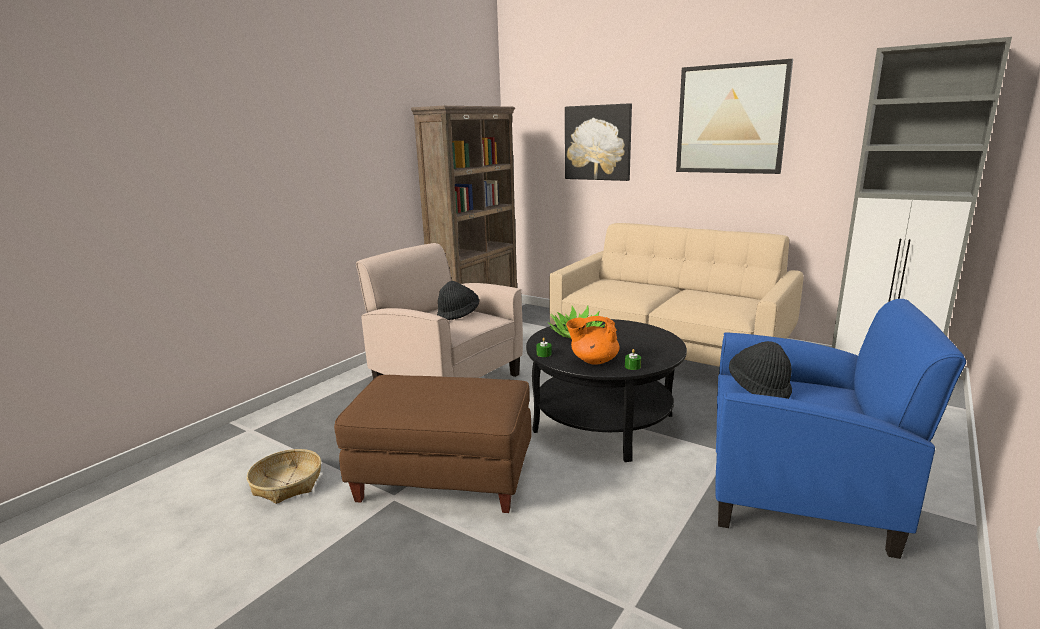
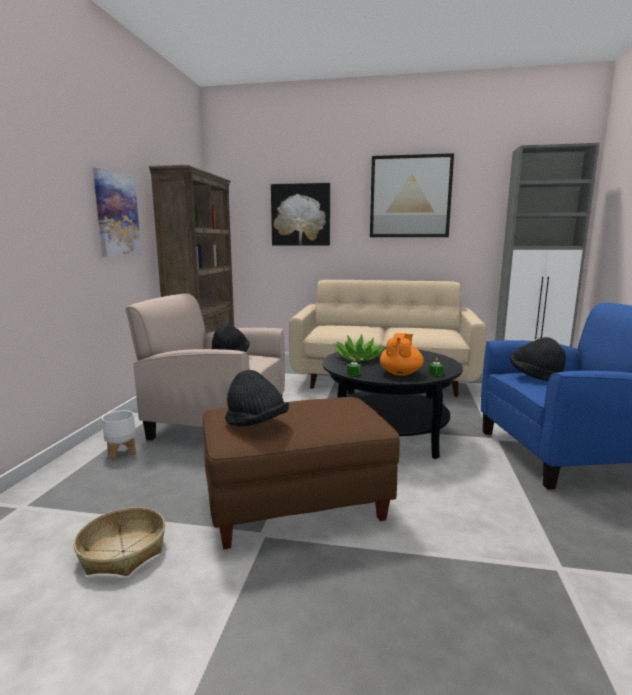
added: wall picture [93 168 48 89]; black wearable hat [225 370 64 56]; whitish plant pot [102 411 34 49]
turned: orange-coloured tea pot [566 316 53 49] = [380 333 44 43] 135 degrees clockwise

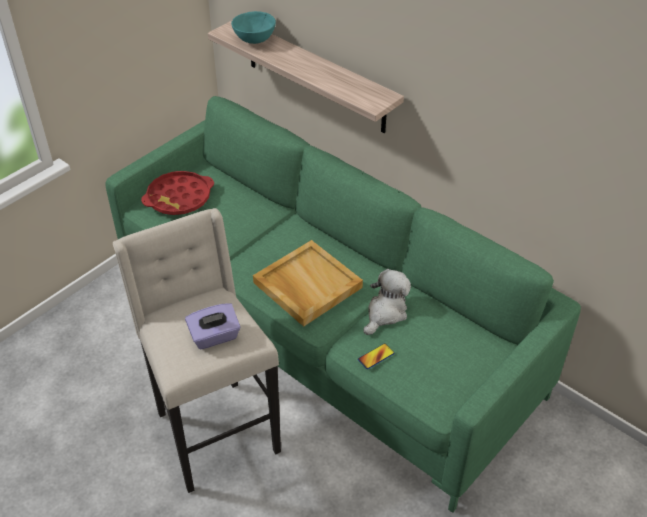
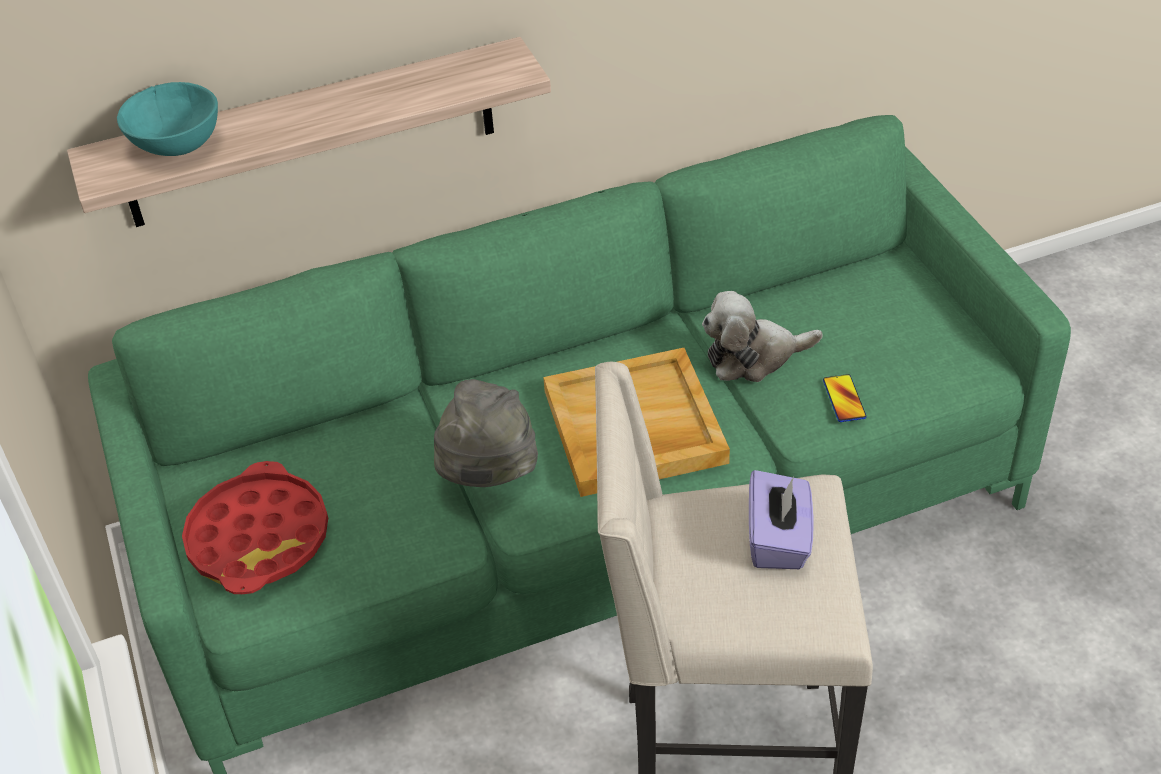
added: gray wearable hat [434 379 104 108]
turned: cuddly toy [364 269 47 66] = [702 291 121 91] 75 degrees counterclockwise

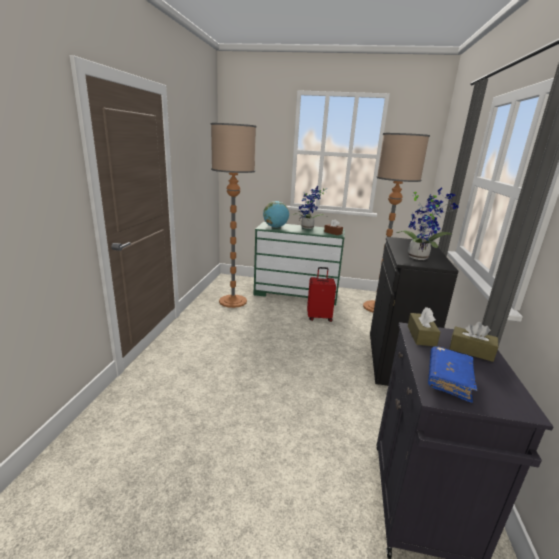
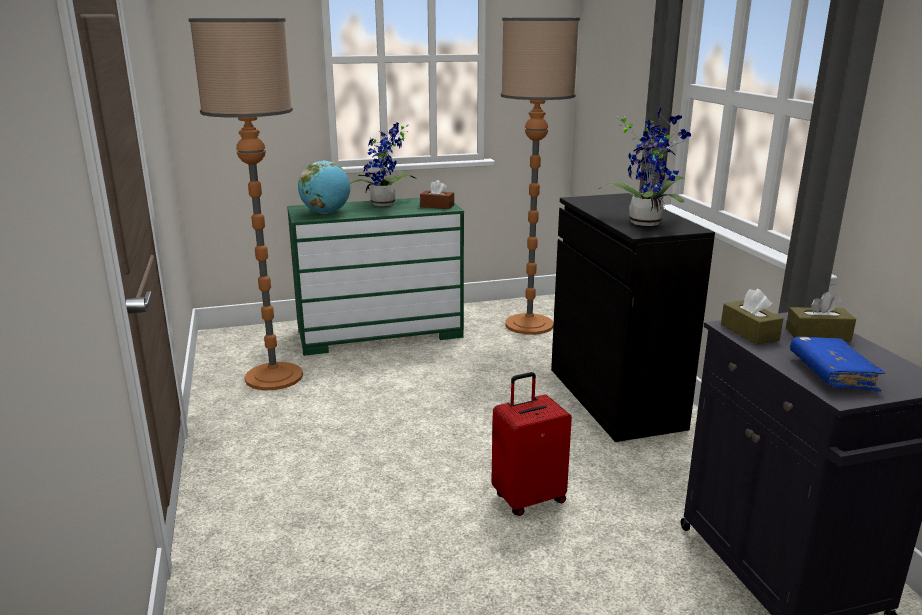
moved: red suitcase [307 267 29 55] to [491 372 81 144]

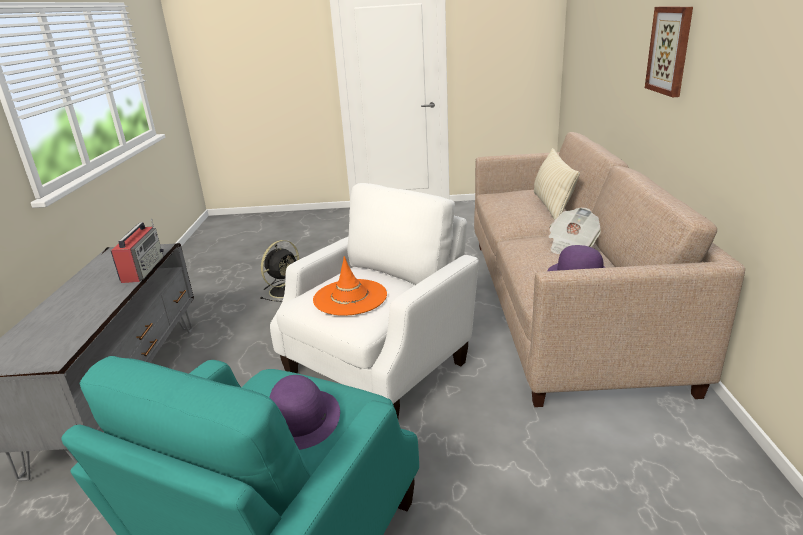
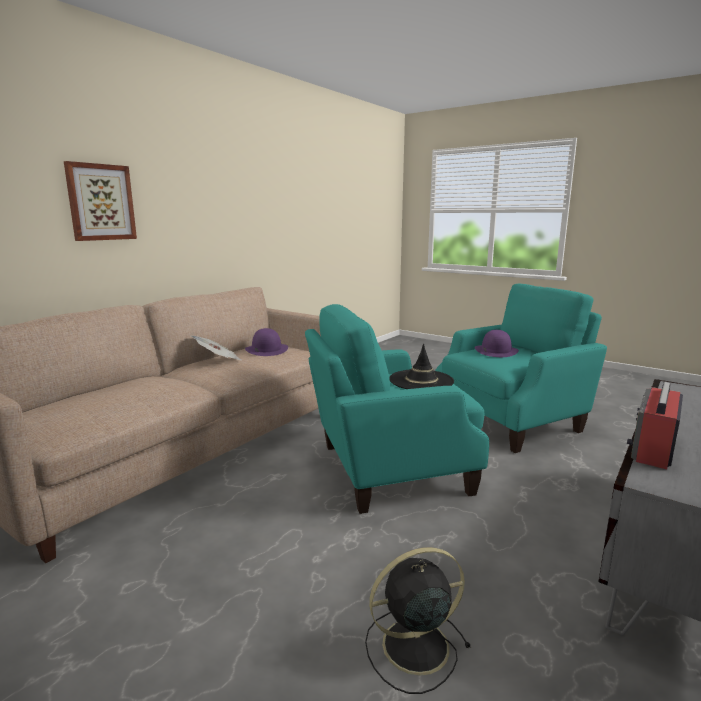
removed: sand-coloured cushion [534 148 46 73]
recoloured: whitish lounge chair [270 183 209 235] to blue-green lounge chair [305 304 184 210]; orange-coloured wearable hat [313 256 74 60] to black wearable hat [389 344 65 45]

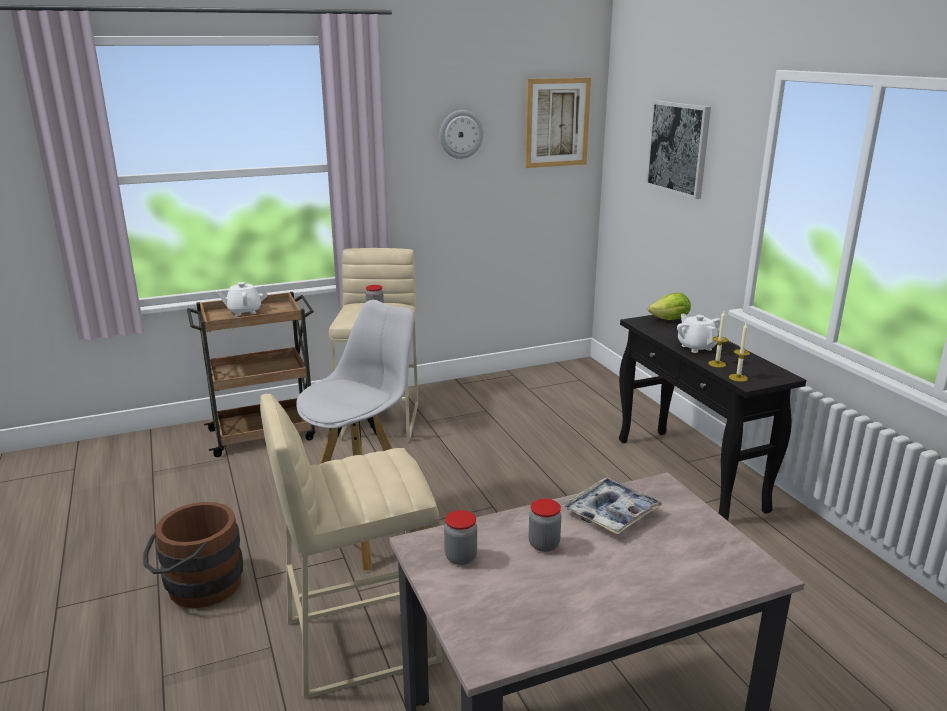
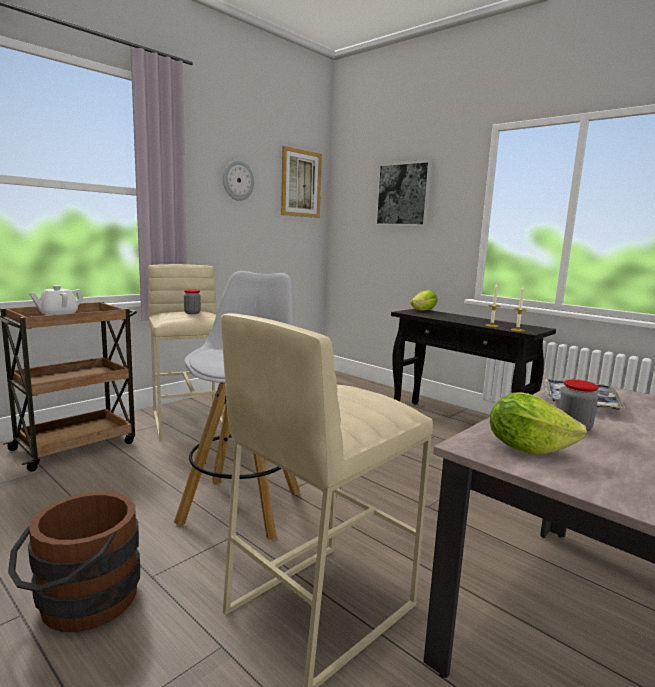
removed: whitish tea pot [677 314 44 39]
replaced: jar [444 510 33 55] to lettuce head [490 392 97 62]

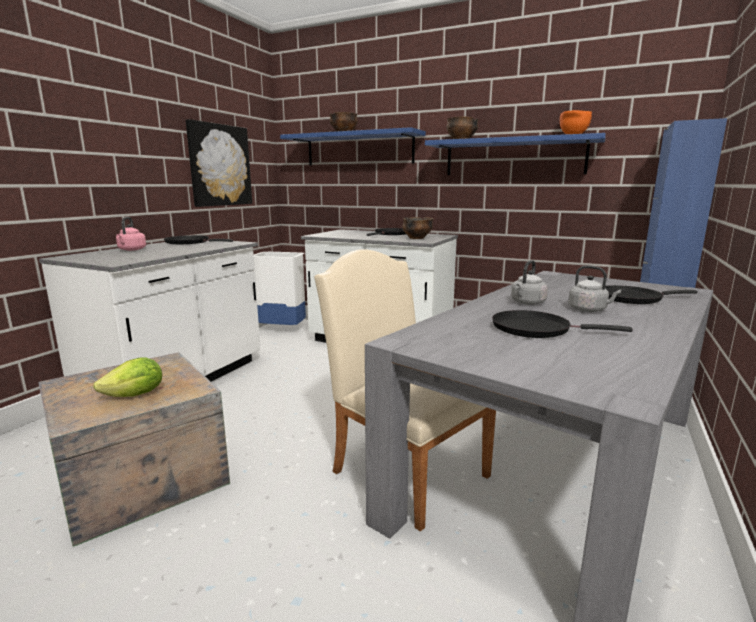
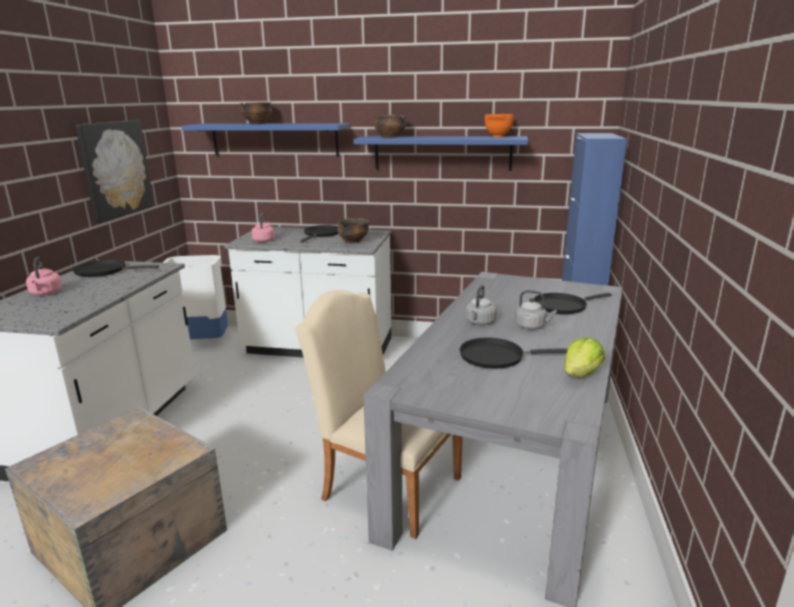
added: pink kettle [251 213 24 29]
moved: lettuce head [93 357 69 40] to [564 337 41 41]

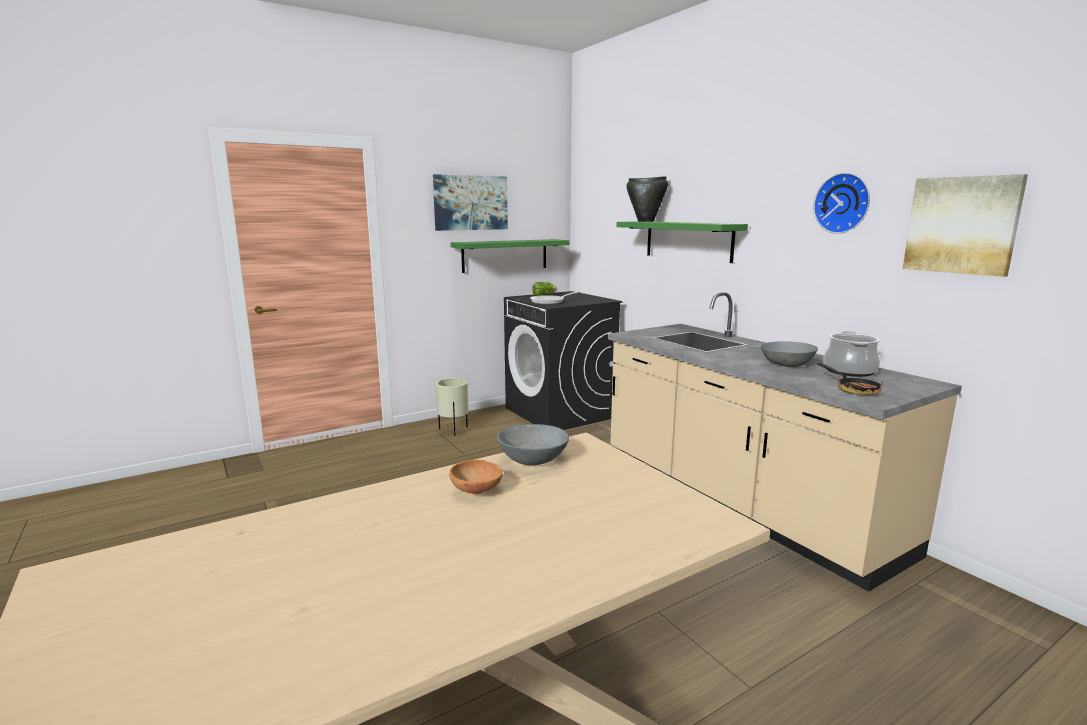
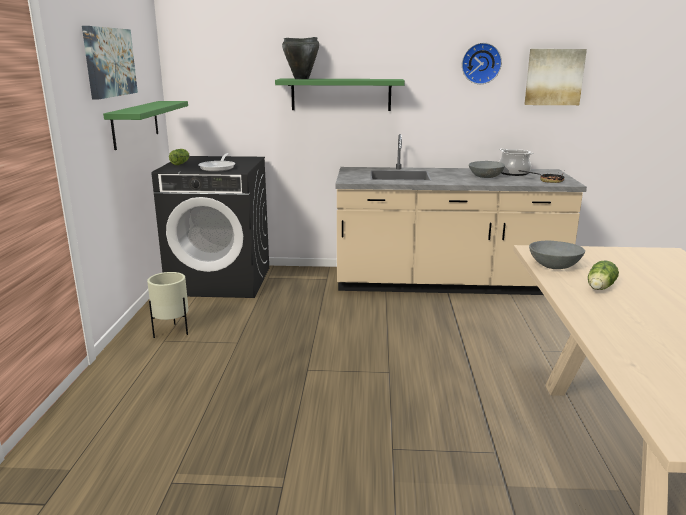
replaced: brown-coloured serving bowl [449 460 54 35] to lettuce head [588 260 31 30]

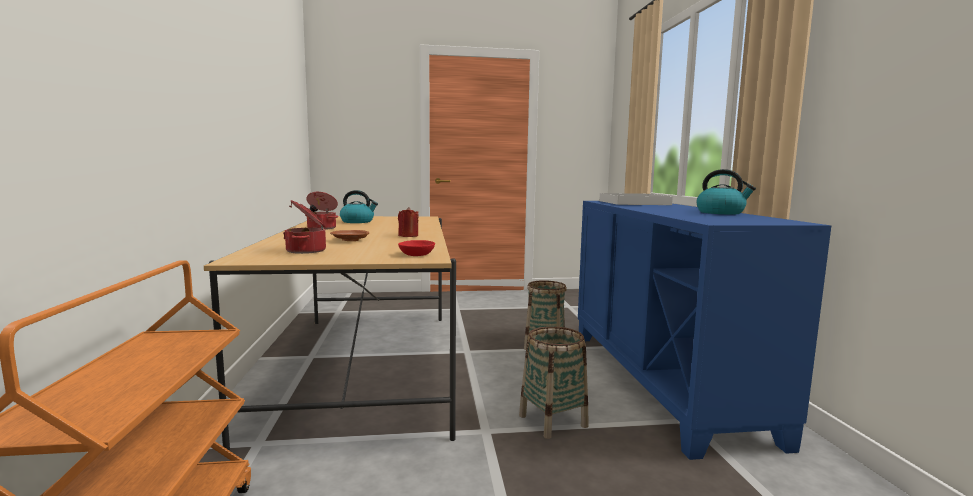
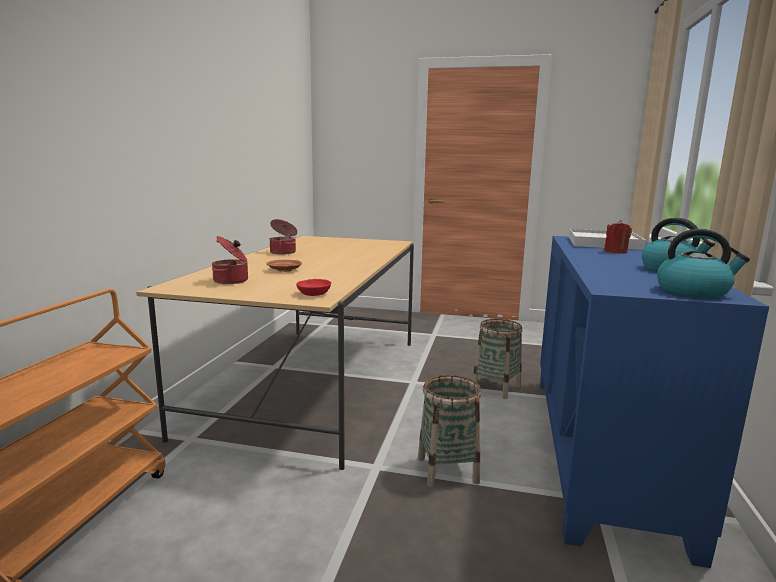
moved: kettle [340 190 38 33] to [657 229 93 69]; red wax candle [398 207 21 30] to [604 220 28 33]

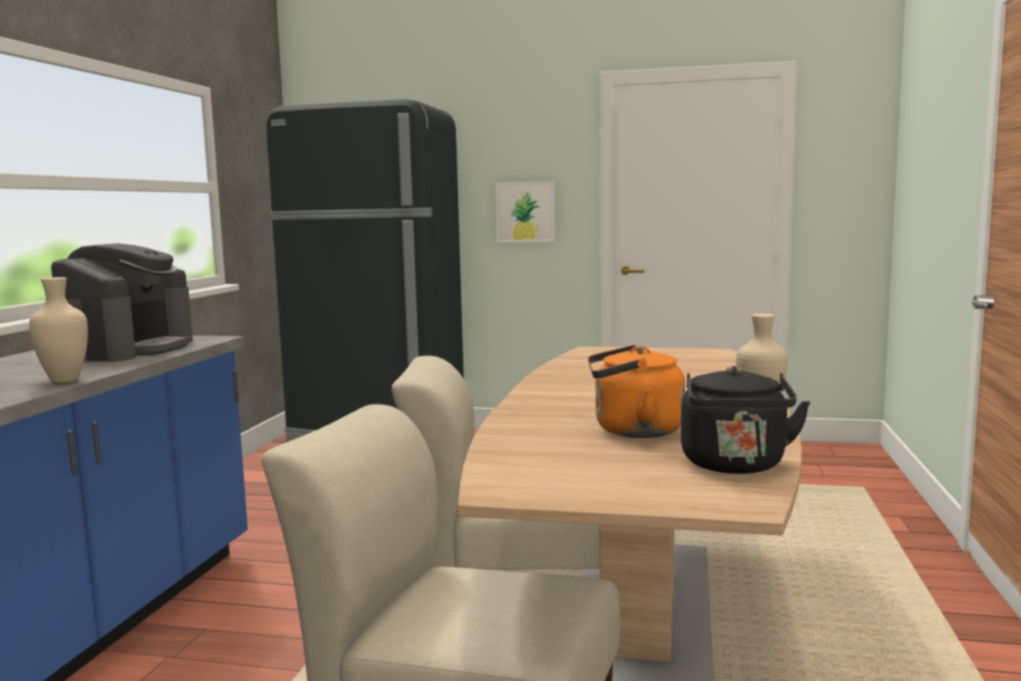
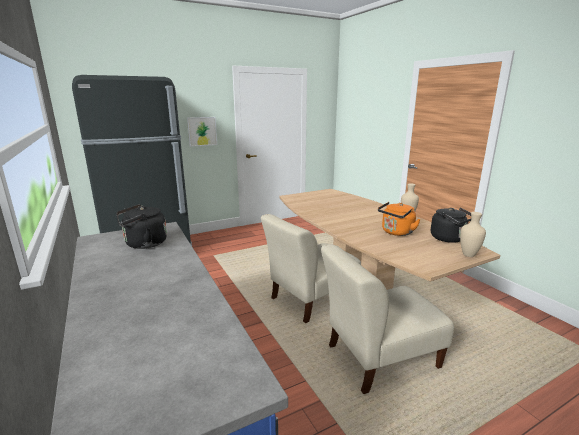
moved: sand-coloured flower vase [29 277 59 106] to [460 212 26 45]
replaced: coffee machine [51 243 142 118] to black kettle [116 204 51 45]

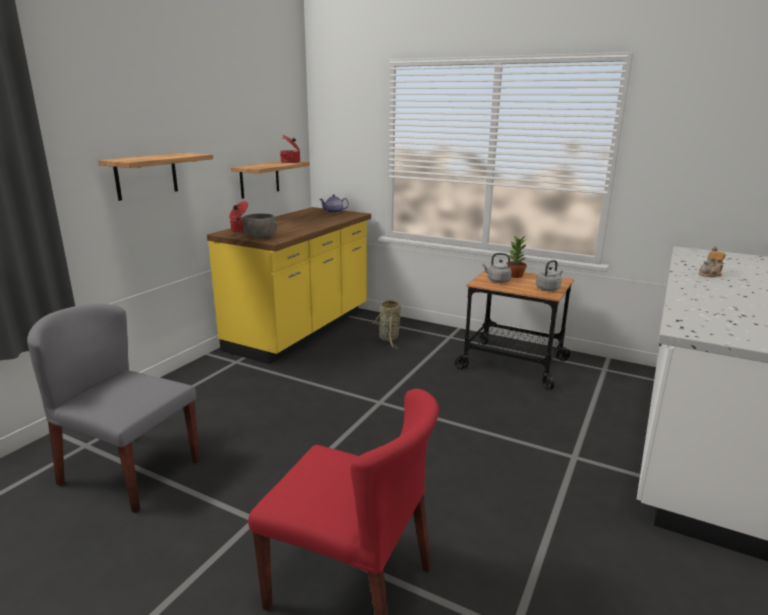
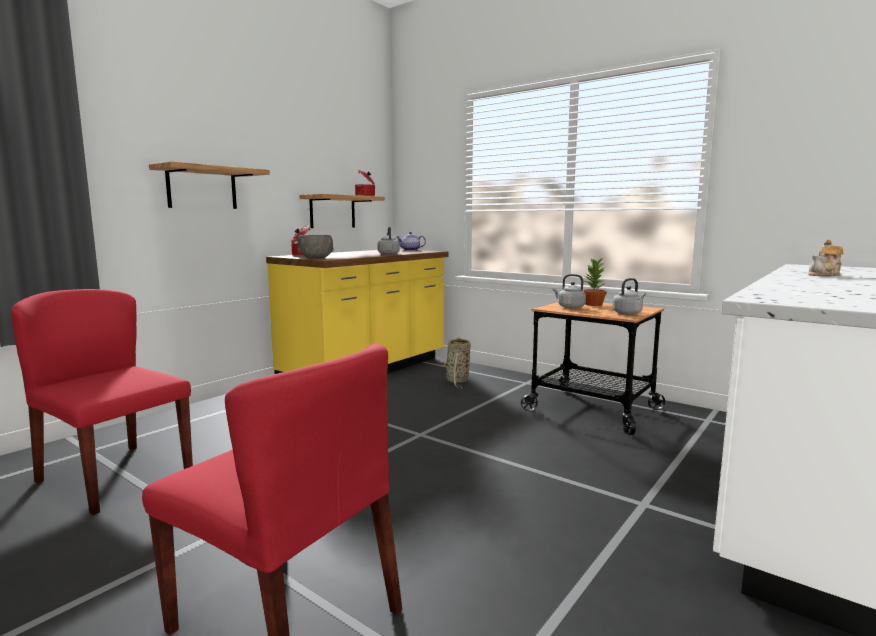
added: gray kettle [378 227 22 28]
recoloured: gray plain chair [27 304 173 209] to red plain chair [11 289 182 226]

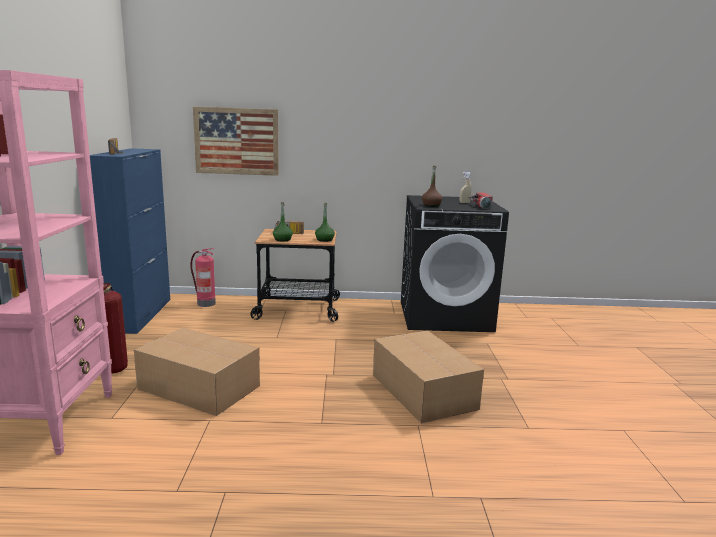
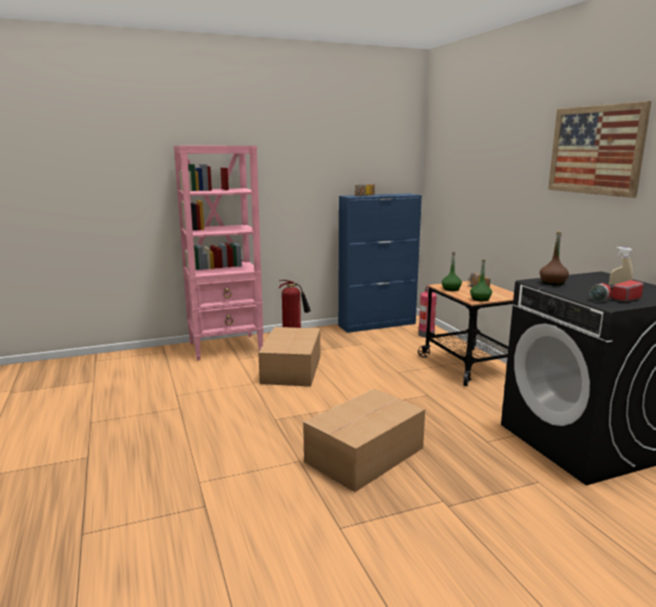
moved: wall picture [193 106 86 70] to [548 101 103 97]

